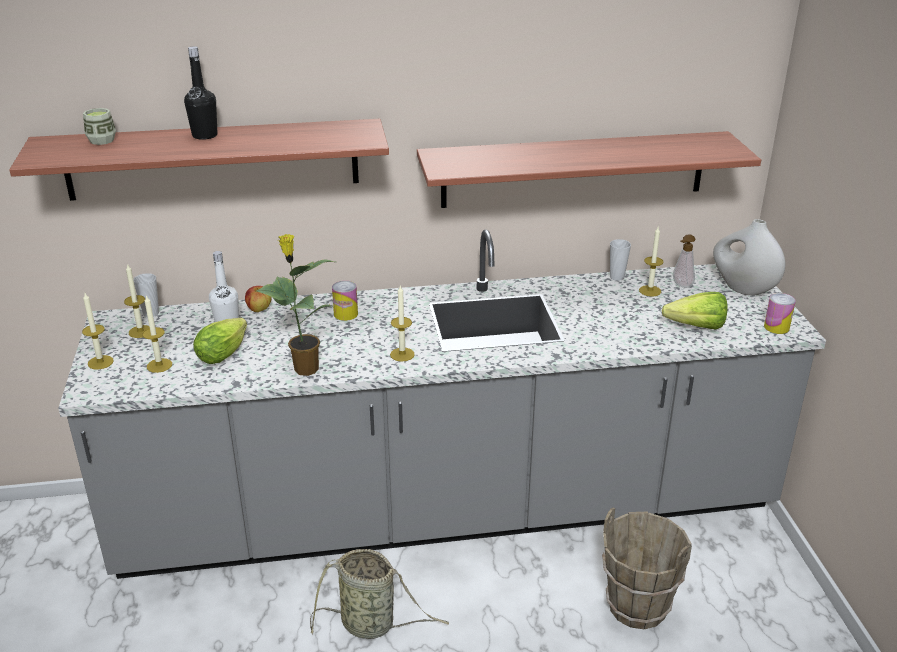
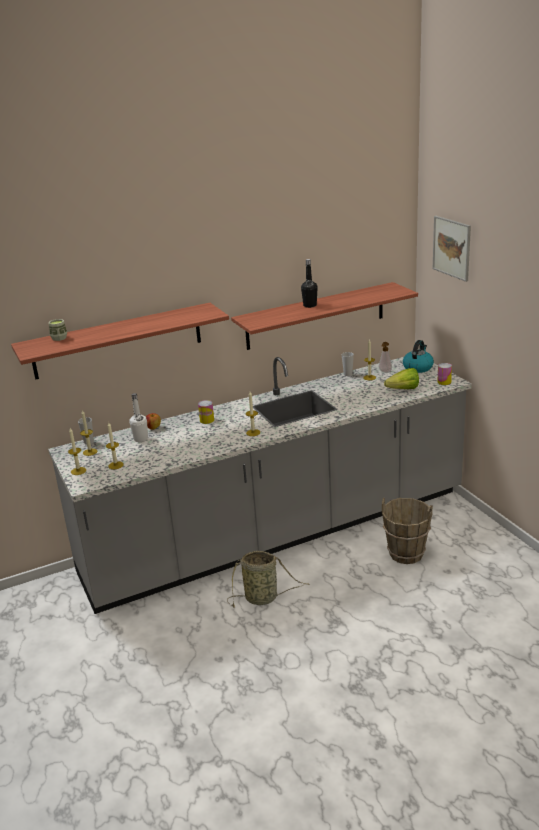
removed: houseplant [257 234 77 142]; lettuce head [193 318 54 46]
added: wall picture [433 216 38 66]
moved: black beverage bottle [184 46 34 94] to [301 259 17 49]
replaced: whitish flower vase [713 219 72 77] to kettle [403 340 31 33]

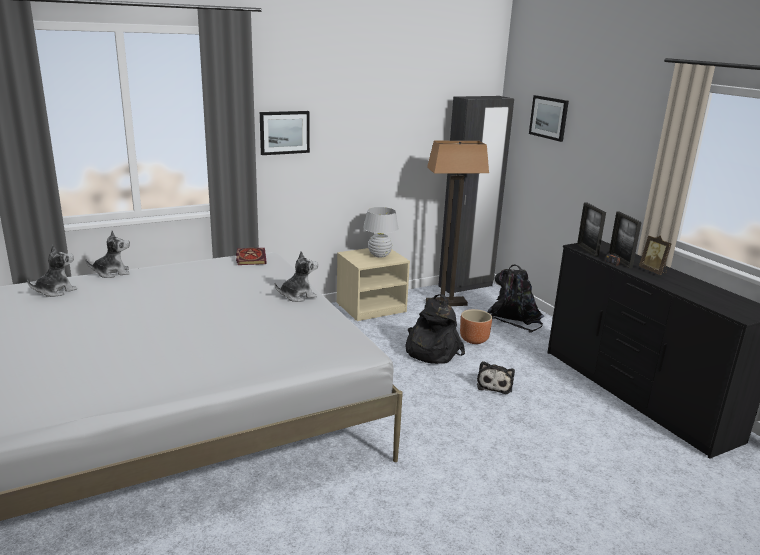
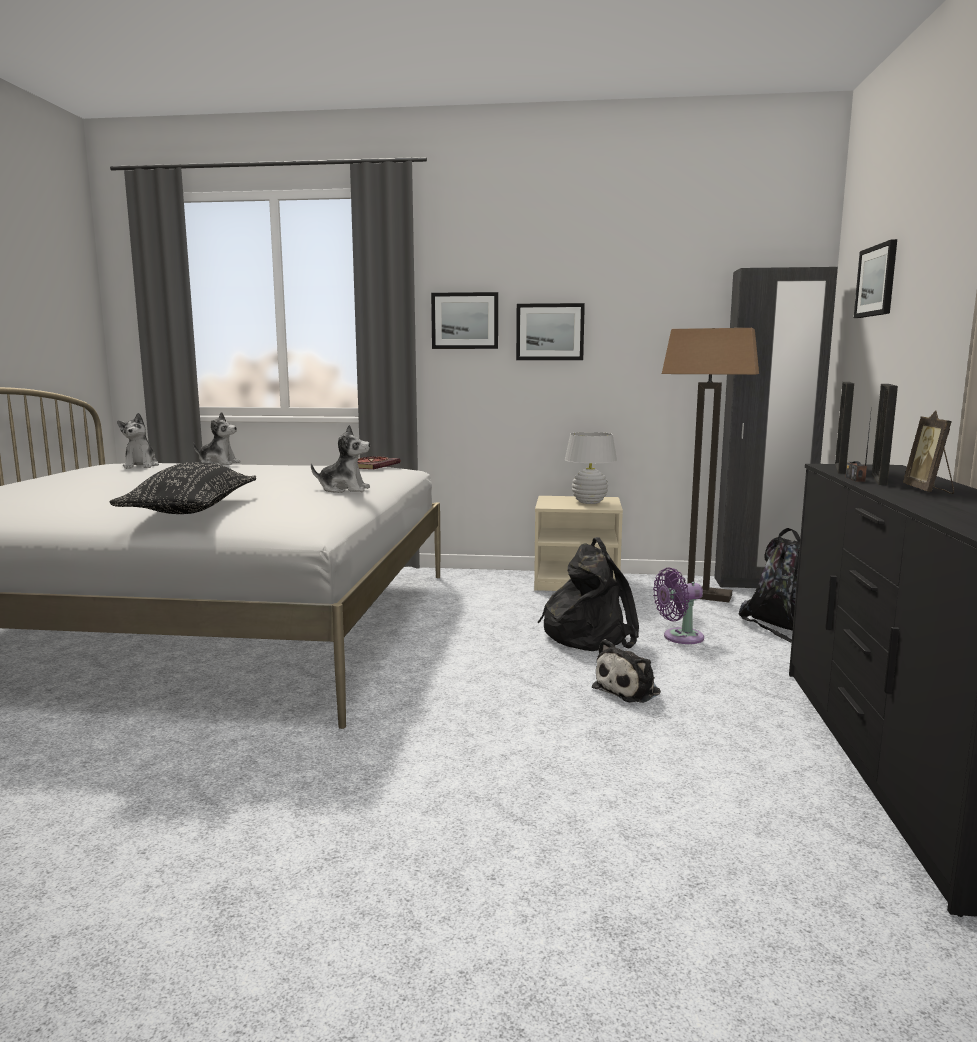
added: wall picture [516 303 69 57]; black cushion [110 462 146 52]
replaced: brown-coloured plant pot [460 309 32 35] to purplish electric fan [653 568 51 76]
turned: cuddly toy [27 245 50 52] = [117 413 42 56] 90 degrees clockwise

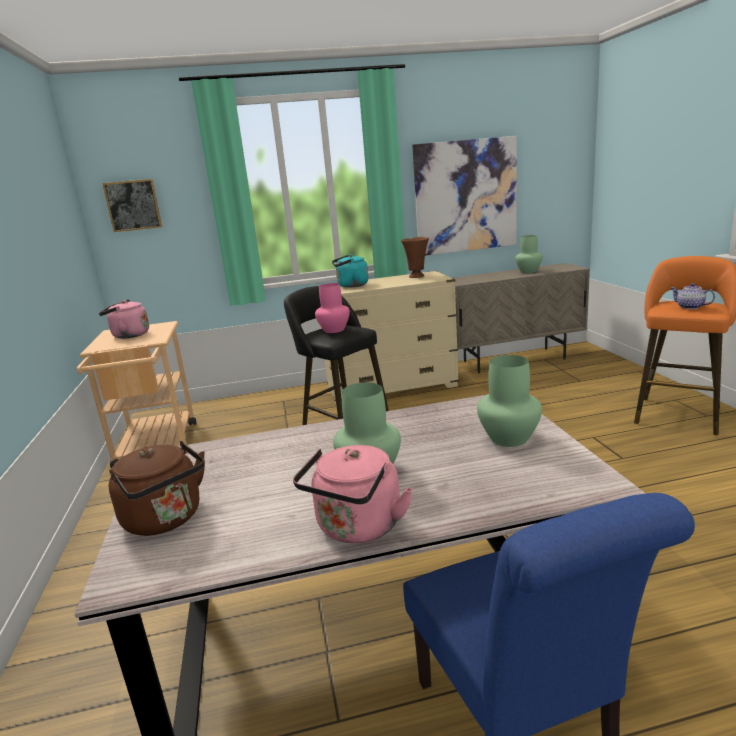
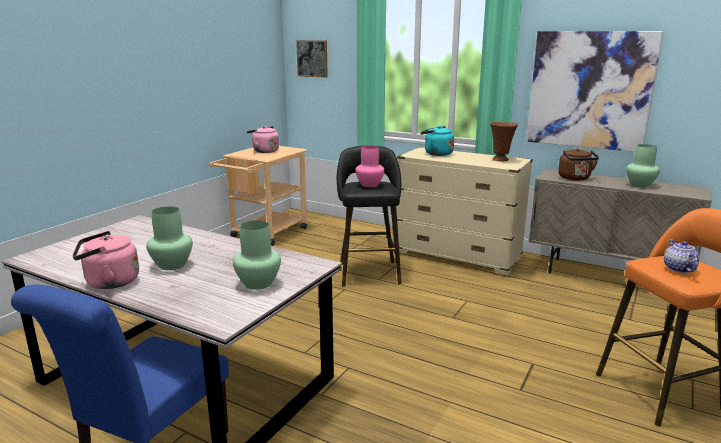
moved: brown-coloured kettle [109 441 96 95] to [558 148 41 33]

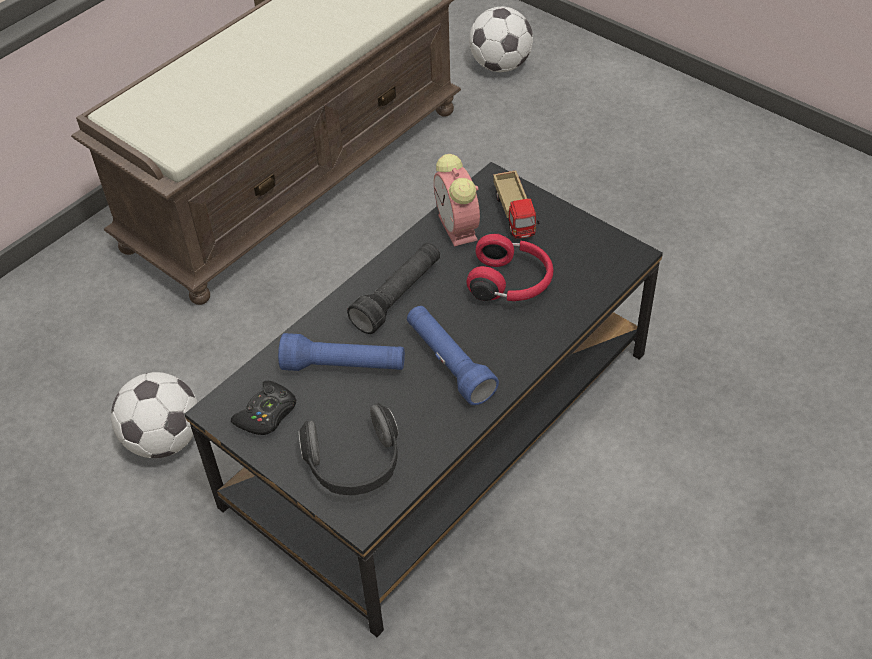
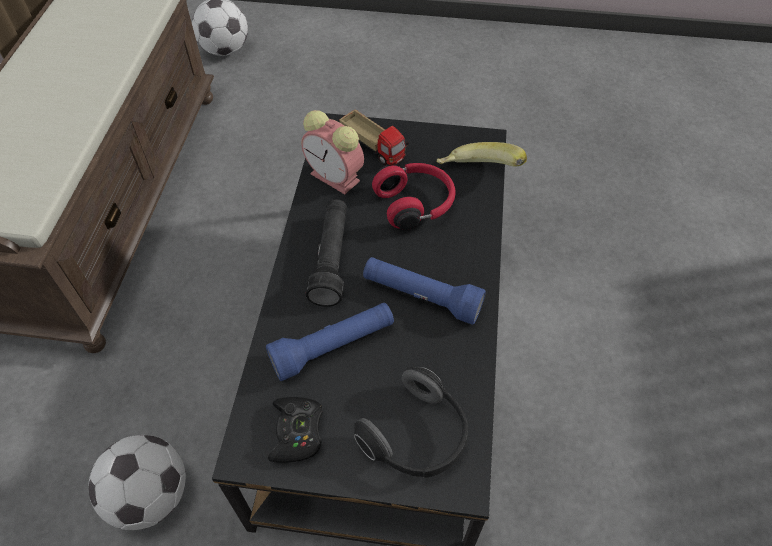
added: banana fruit [437 142 90 24]

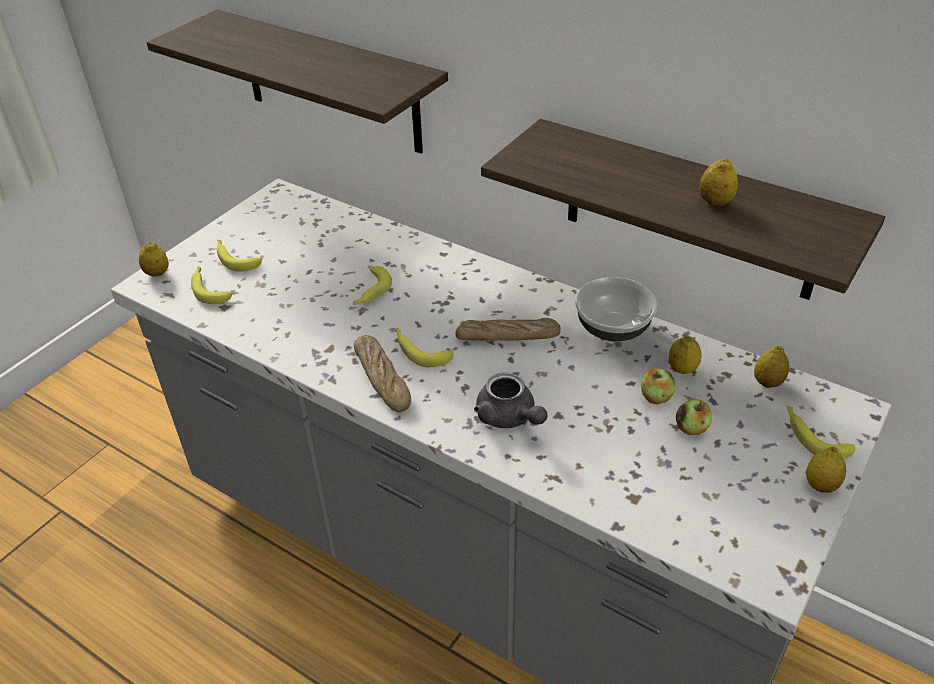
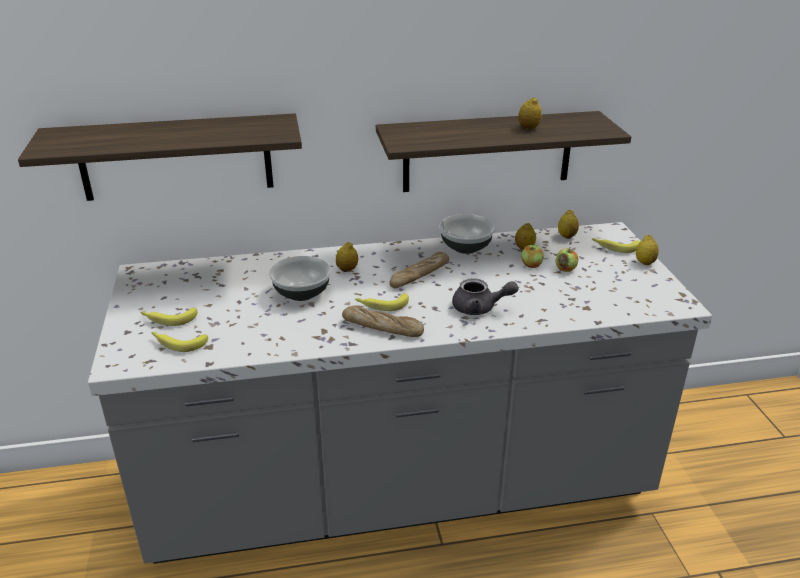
moved: whole lemon [139 242 30 35] to [336 242 22 30]
replaced: banana fruit [353 266 39 39] to serving bowl [269 256 62 45]

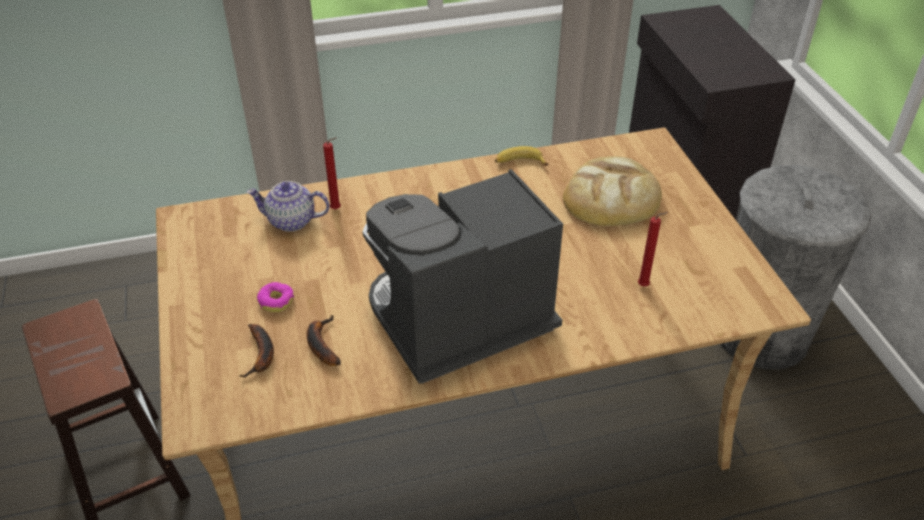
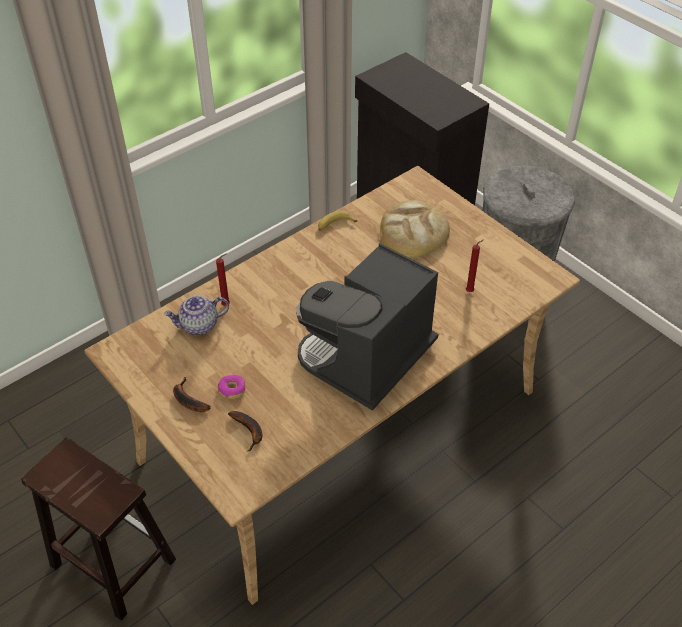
moved: banana fruit [307 315 34 51] to [173 377 38 35]

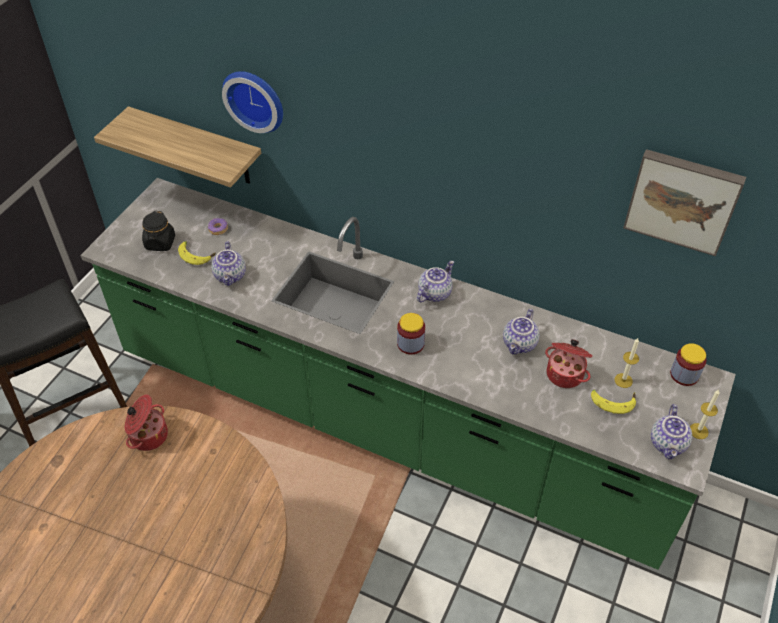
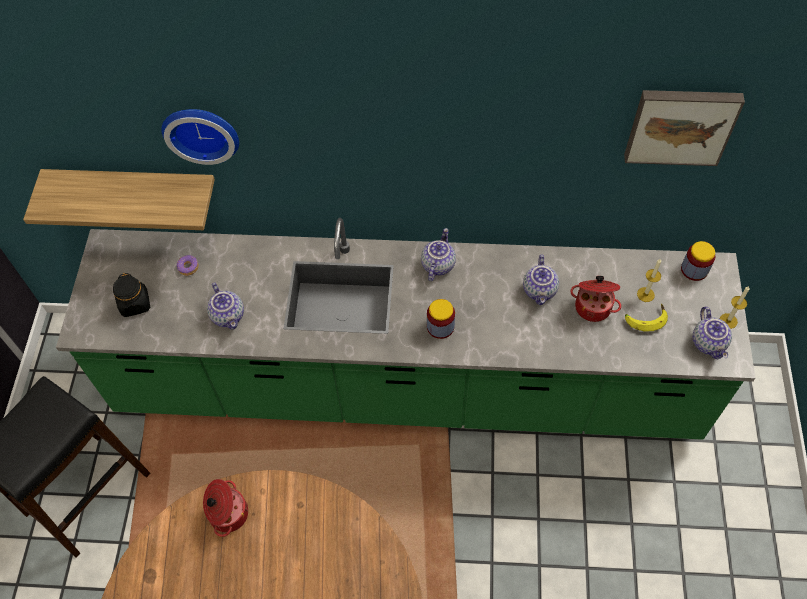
removed: banana fruit [178 241 38 24]

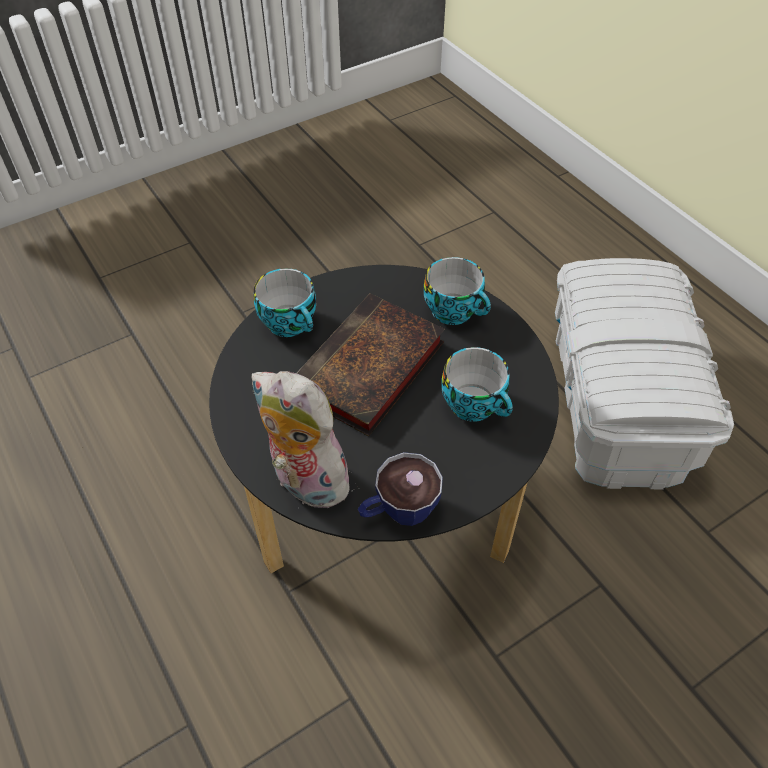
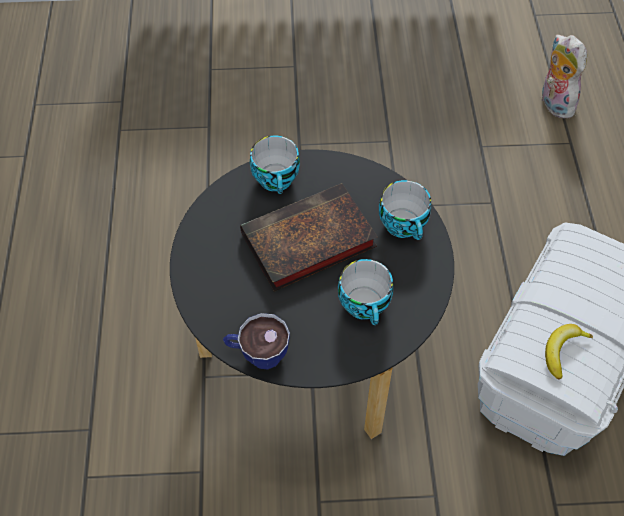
added: banana fruit [545 324 48 55]
moved: cuddly toy [252 371 107 138] to [541 35 46 83]

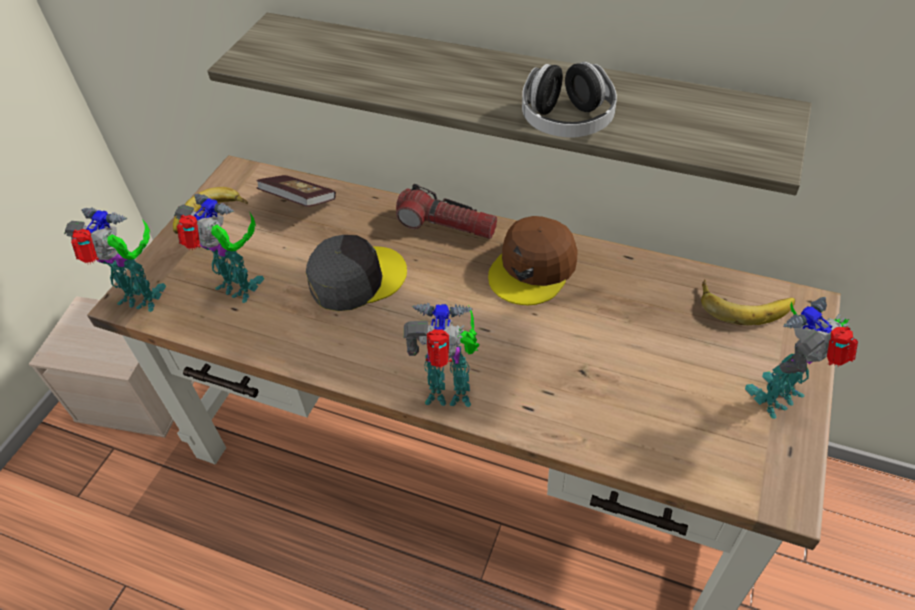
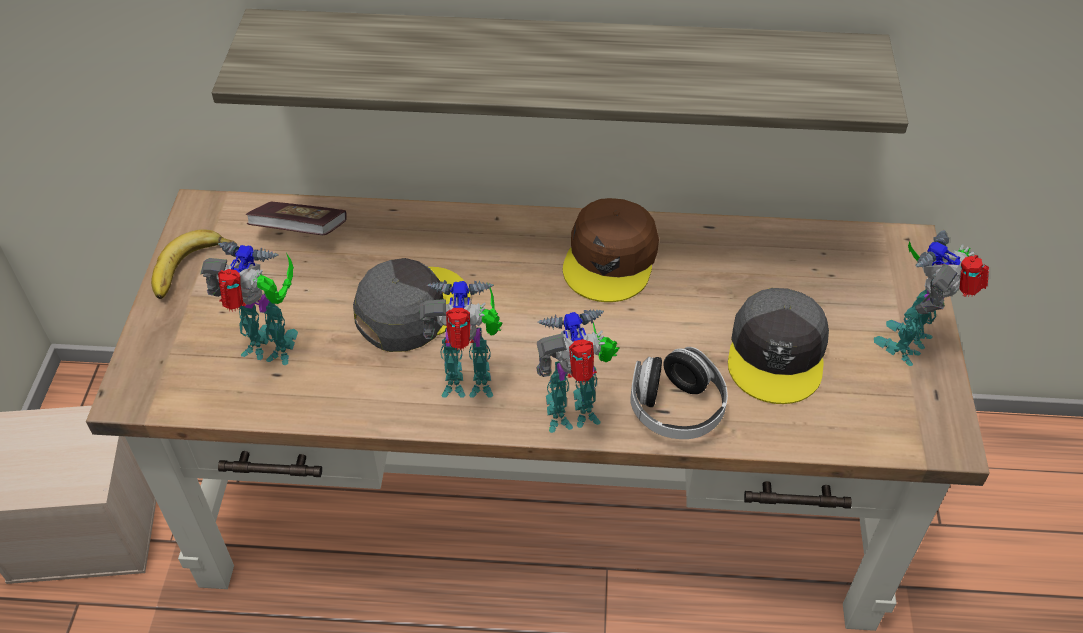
removed: torch [396 184 101 55]; banana fruit [701 280 94 45]
added: gray peaked cap [728 288 101 116]
moved: headset [522 62 95 75] to [630 347 98 92]; robot figure [64 207 102 105] to [420 280 82 118]

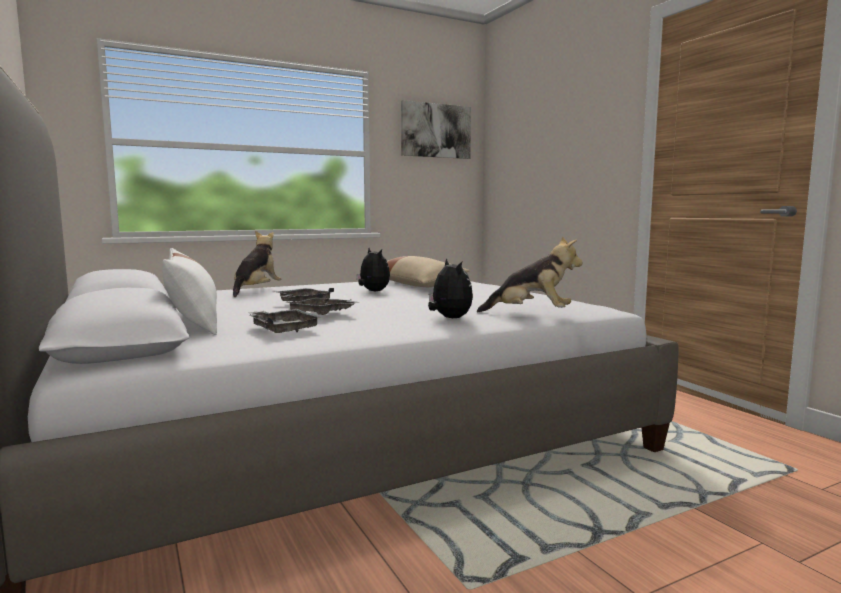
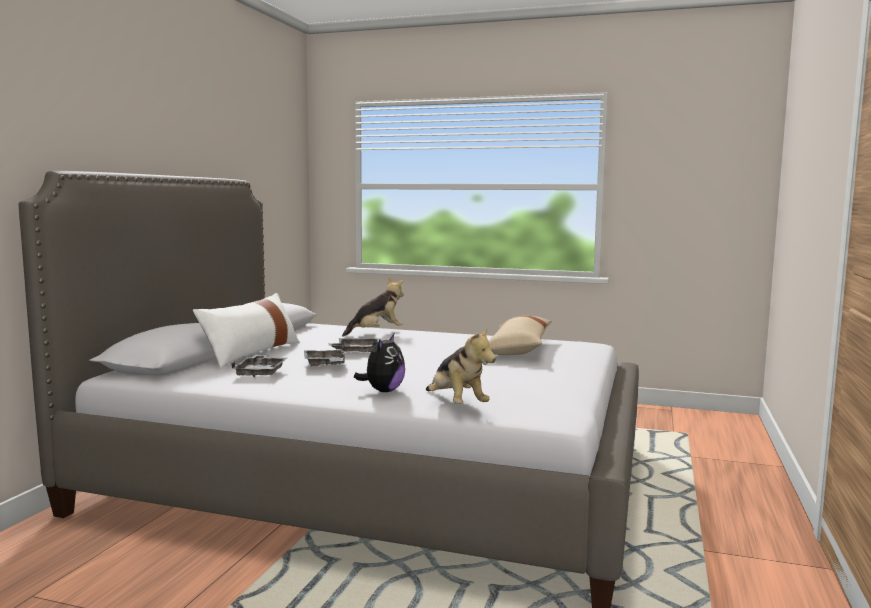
removed: wall picture [401 100 70 59]; cuddly toy [356 248 34 44]

